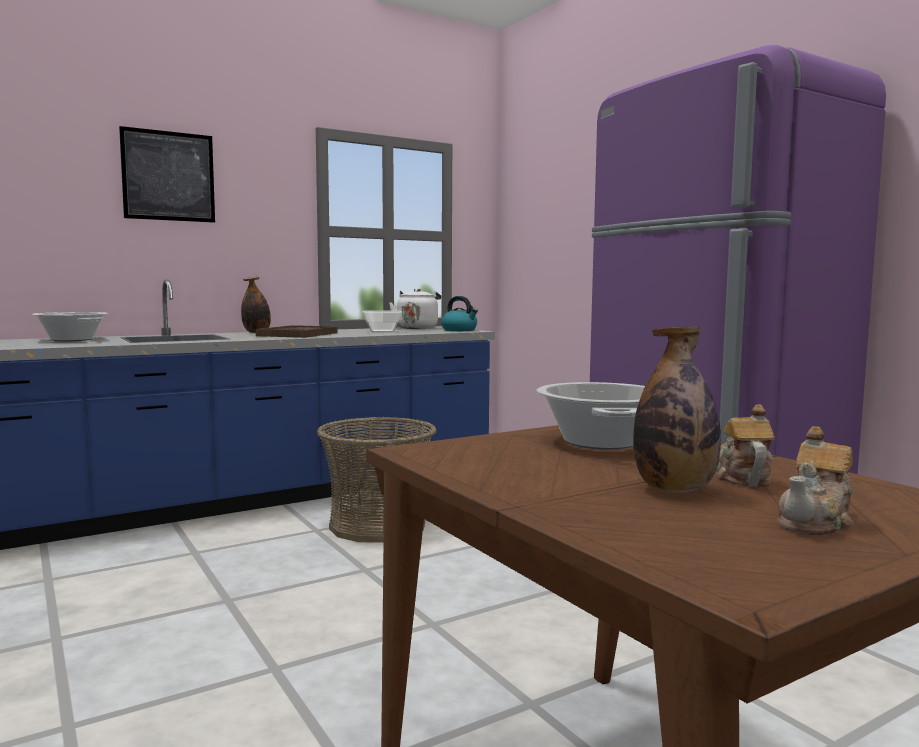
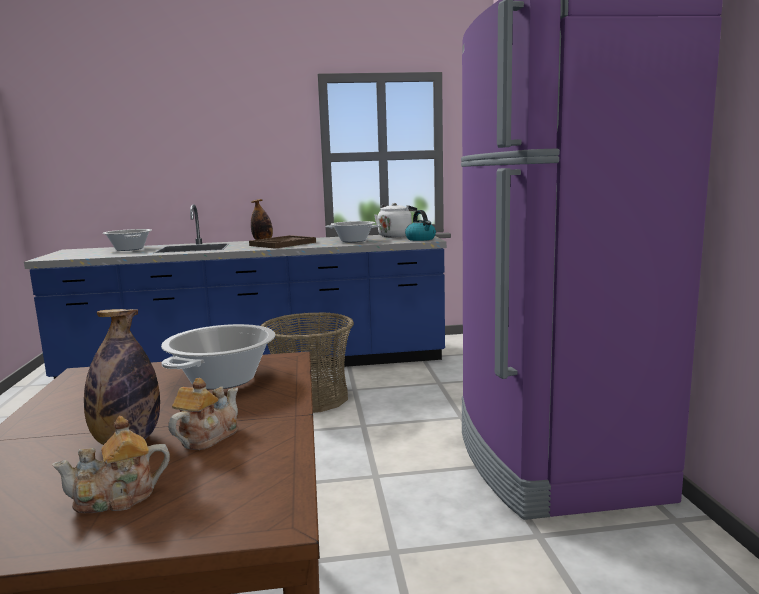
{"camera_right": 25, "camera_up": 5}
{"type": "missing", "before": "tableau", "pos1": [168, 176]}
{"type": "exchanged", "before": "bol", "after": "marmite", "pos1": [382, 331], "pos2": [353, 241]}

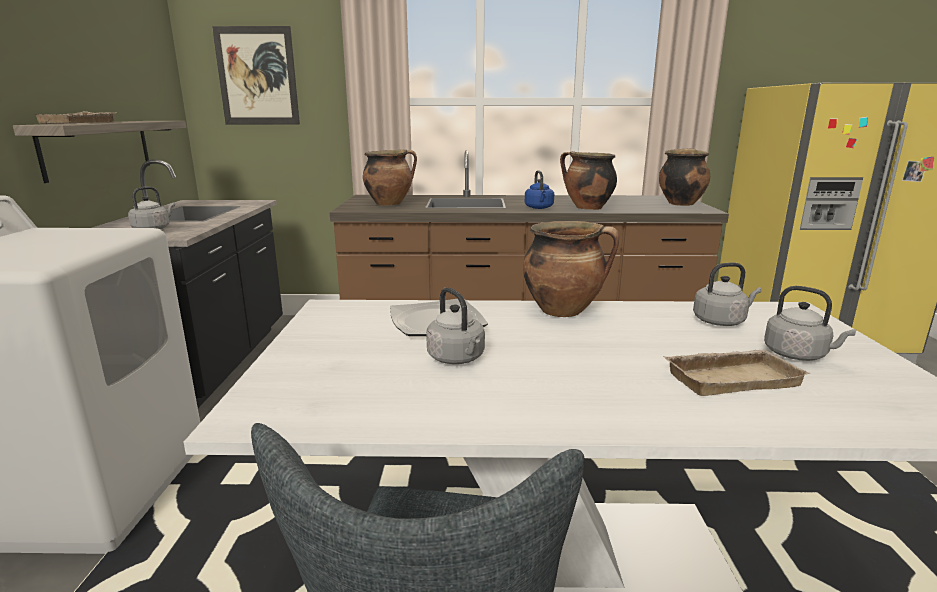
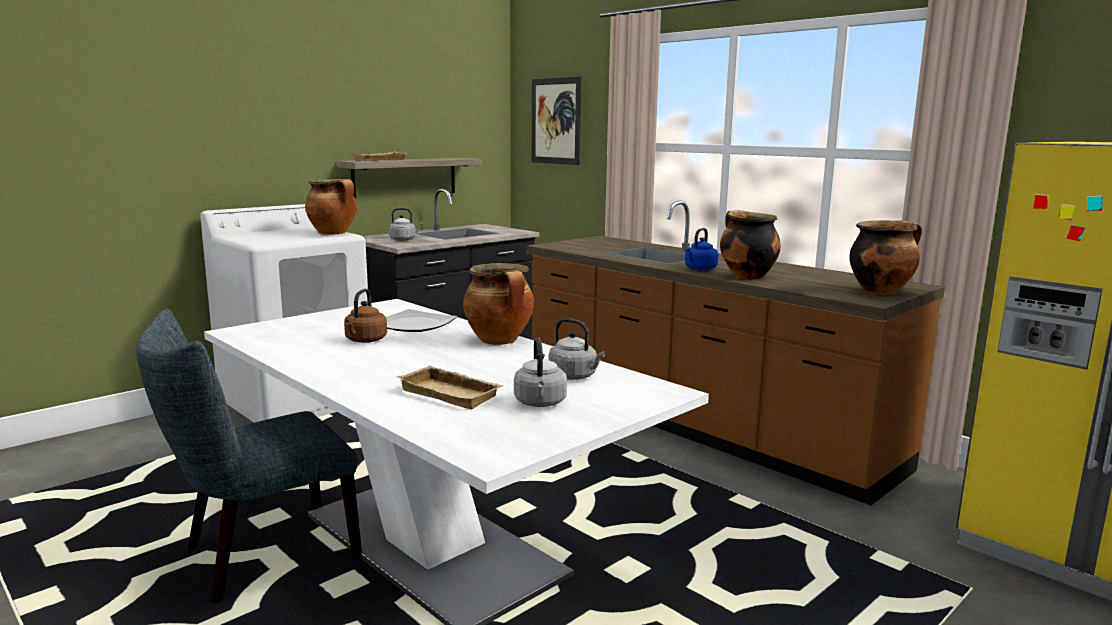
{"camera_right": 45, "camera_up": -5}
{"type": "relocated", "before": "marmite", "pos1": [390, 204], "pos2": [334, 233]}
{"type": "colour", "before": "bouilloire [gris]", "after": "bouilloire [marron]", "pos1": [457, 358], "pos2": [365, 340]}

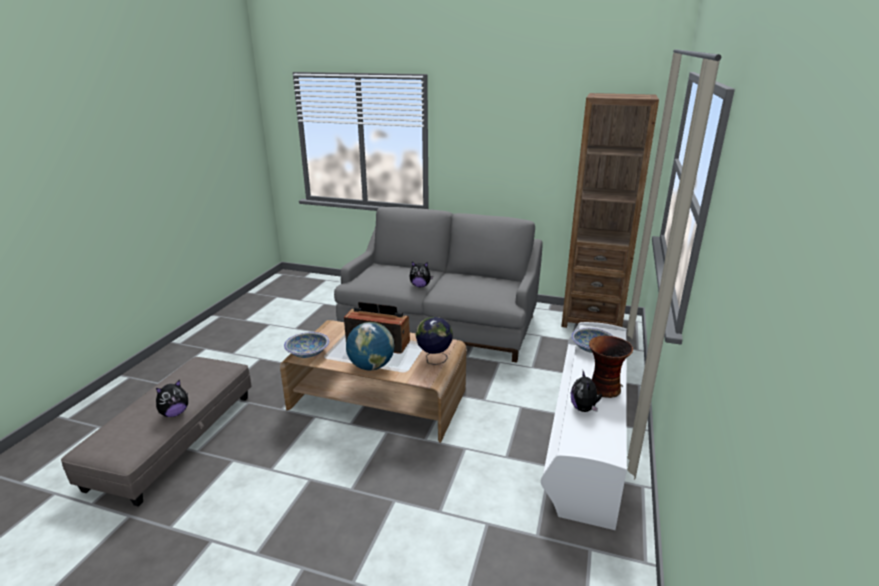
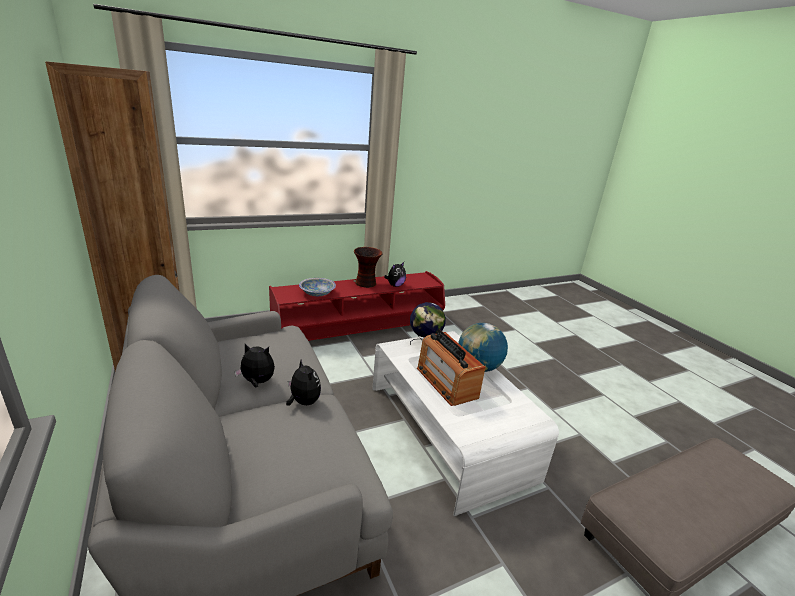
{"camera_right": -135, "camera_up": 0}
{"type": "relocated", "before": "peluche", "pos1": [175, 413], "pos2": [257, 382]}
{"type": "colour", "before": "table basse [marron]", "after": "table basse [blanc]", "pos1": [378, 399], "pos2": [448, 430]}
{"type": "missing", "before": "bol", "pos1": [308, 353]}
{"type": "colour", "before": "meuble télé [blanc]", "after": "meuble télé [rouge]", "pos1": [585, 433], "pos2": [360, 328]}

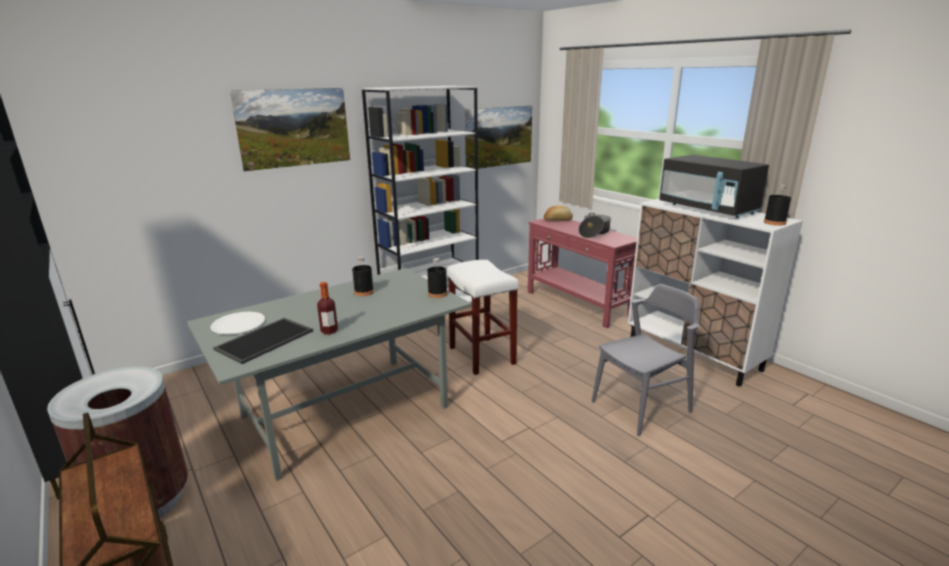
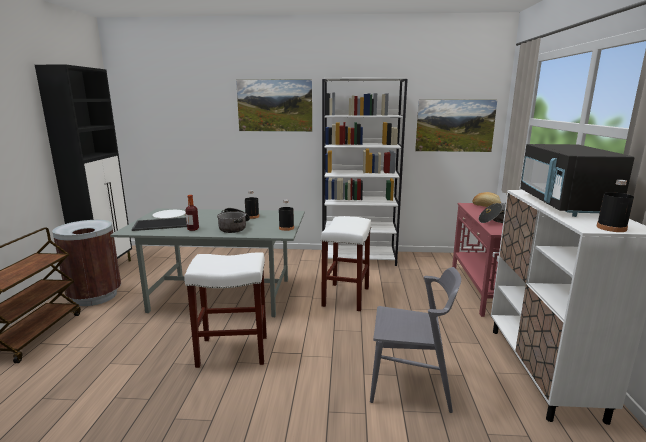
{"camera_right": 40, "camera_up": -5}
{"type": "appeared", "after": "tabouret [blanc]", "pos2": [232, 351]}
{"type": "appeared", "after": "marmite", "pos2": [234, 227]}

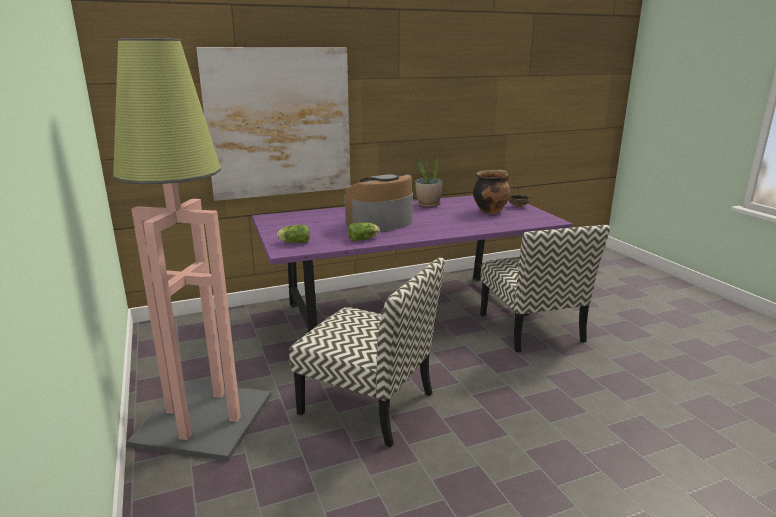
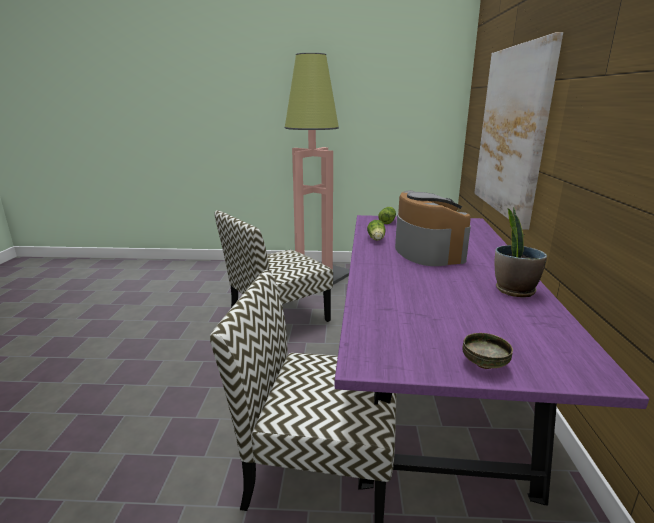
{"camera_right": 115, "camera_up": 0}
{"type": "missing", "before": "marmite", "pos1": [490, 211]}

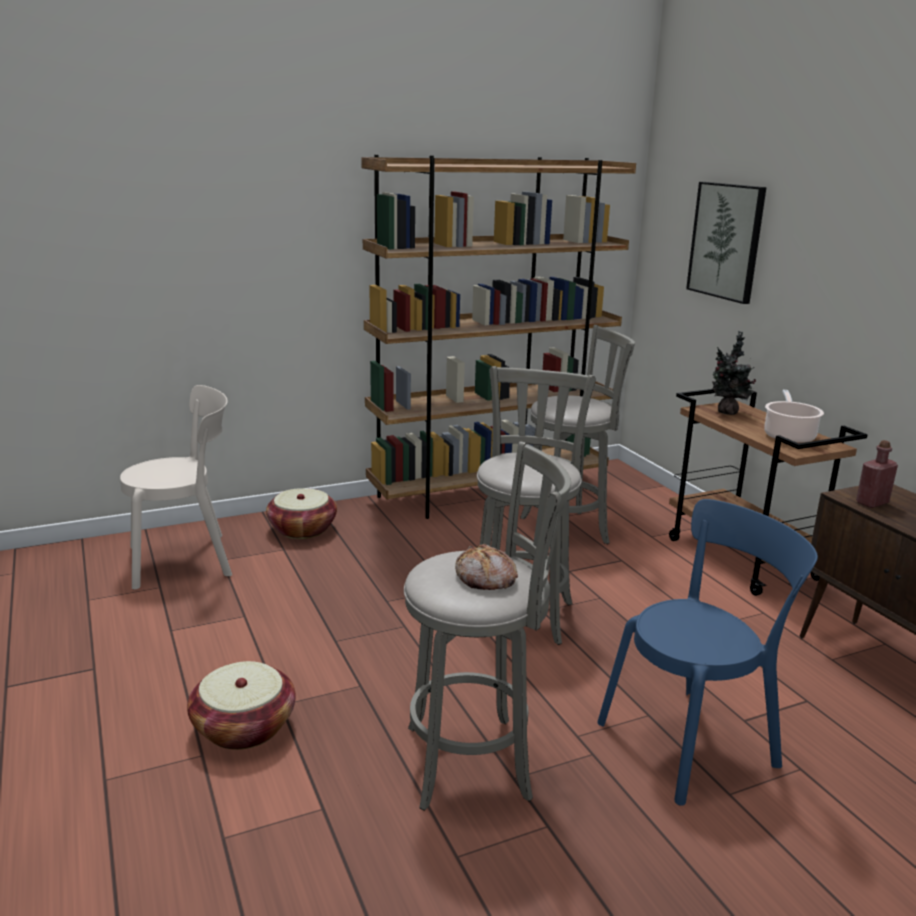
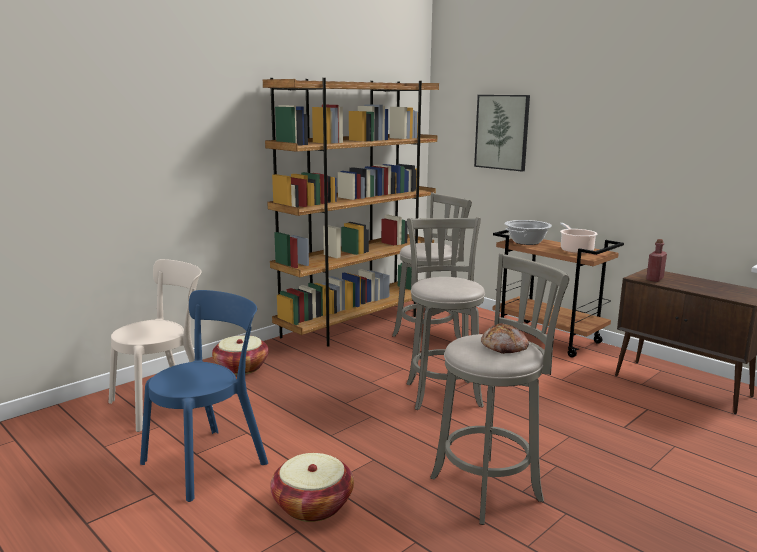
{"camera_right": -20, "camera_up": -5}
{"type": "relocated", "before": "chaise [bleu]", "pos1": [693, 741], "pos2": [209, 460]}
{"type": "exchanged", "before": "plante en pot", "after": "marmite", "pos1": [727, 412], "pos2": [526, 242]}

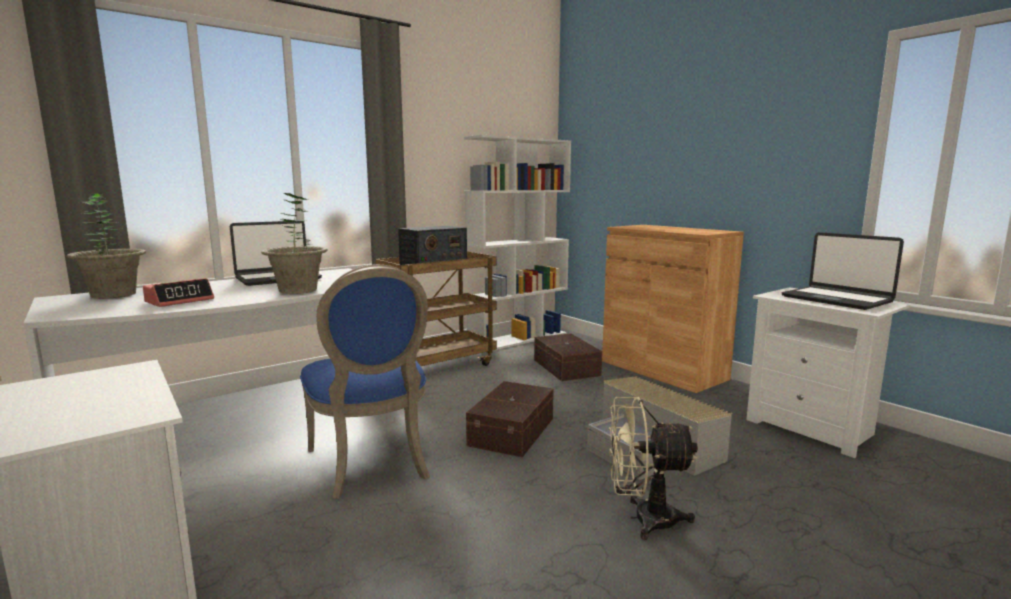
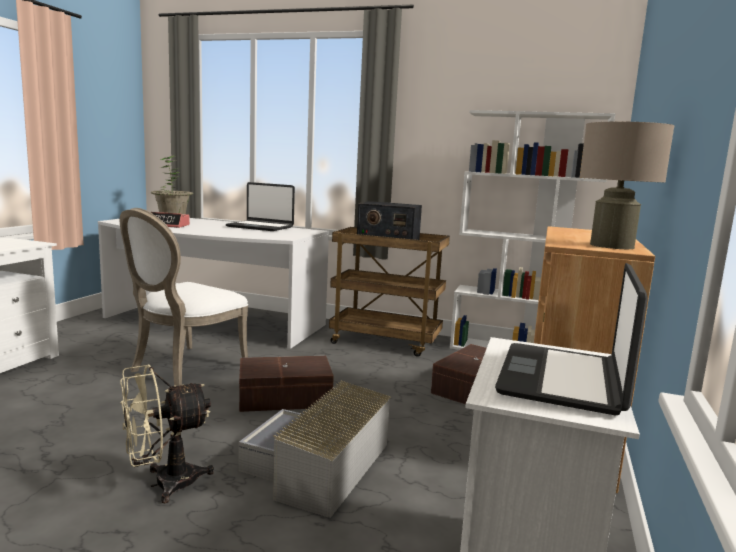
{"camera_right": 55, "camera_up": 0}
{"type": "missing", "before": "plante en pot", "pos1": [298, 290]}
{"type": "colour", "before": "chaise [bleu]", "after": "chaise [blanc]", "pos1": [373, 464], "pos2": [184, 368]}
{"type": "spun", "before": "ventilateur [beige]", "pos1": [643, 519], "pos2": [164, 484], "turn": -90}
{"type": "appeared", "after": "lampe de table [beige]", "pos2": [611, 245]}

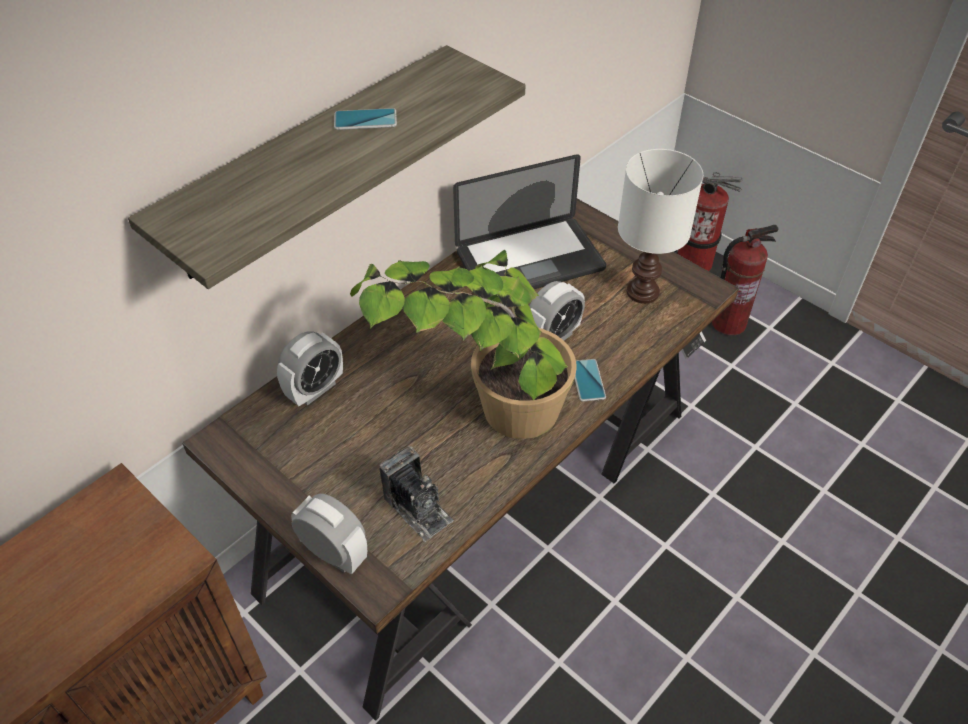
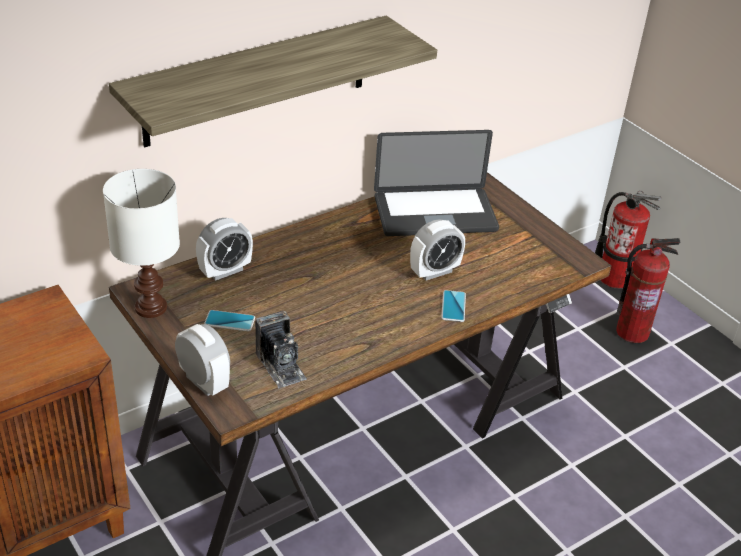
{"camera_right": 10, "camera_up": -10}
{"type": "relocated", "before": "téléphone", "pos1": [365, 120], "pos2": [229, 321]}
{"type": "missing", "before": "plante en pot", "pos1": [480, 406]}
{"type": "relocated", "before": "lampe de table [blanc]", "pos1": [644, 292], "pos2": [152, 307]}

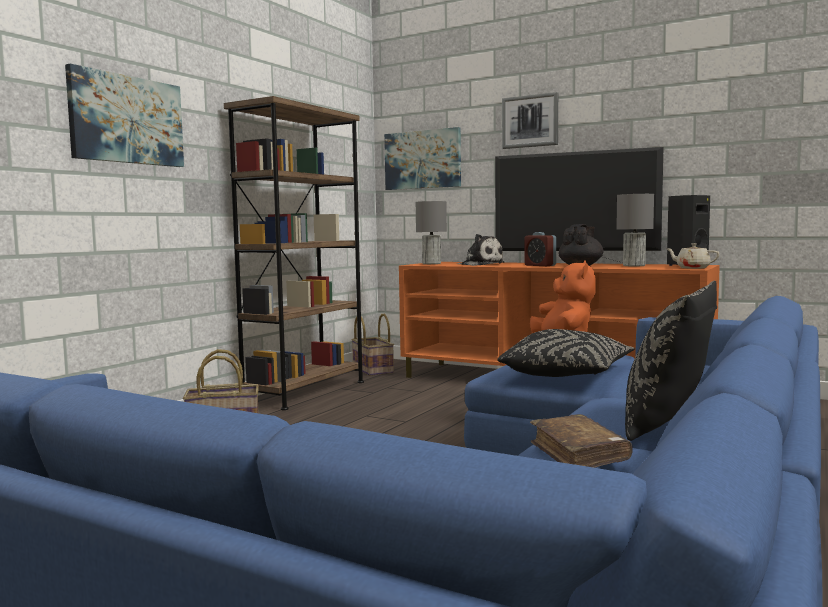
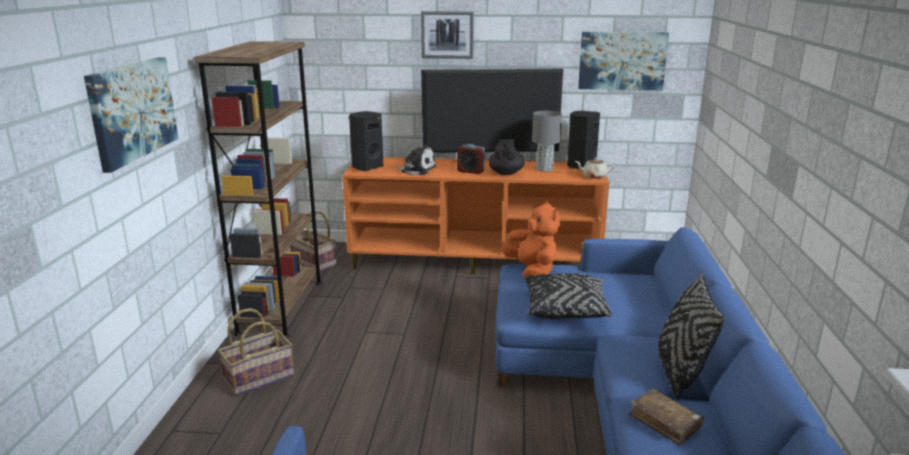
{"camera_right": -25, "camera_up": 15}
{"type": "relocated", "before": "tableau", "pos1": [423, 159], "pos2": [622, 60]}
{"type": "exchanged", "before": "lampe de table [gris]", "after": "enceinte [noir]", "pos1": [432, 263], "pos2": [367, 167]}

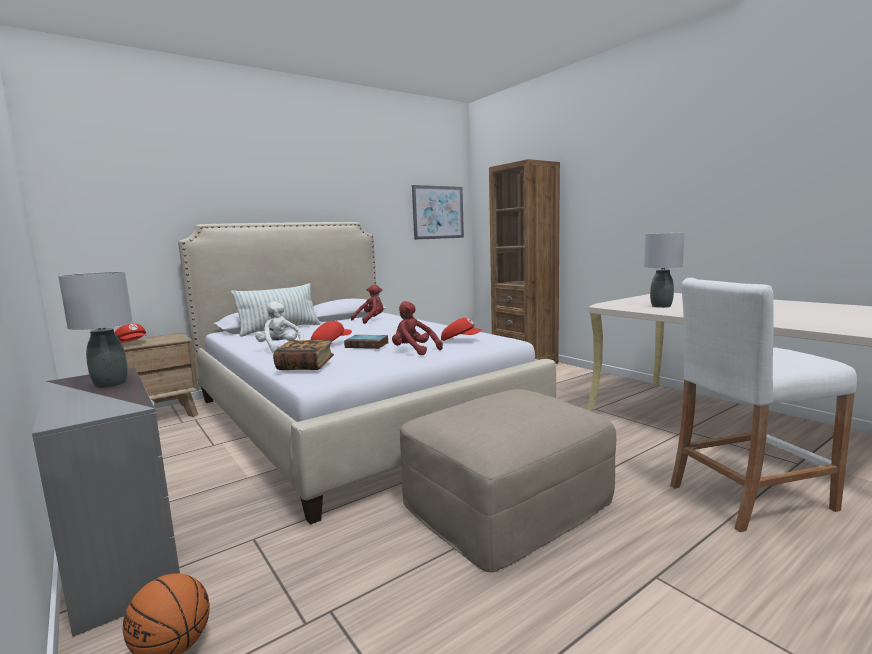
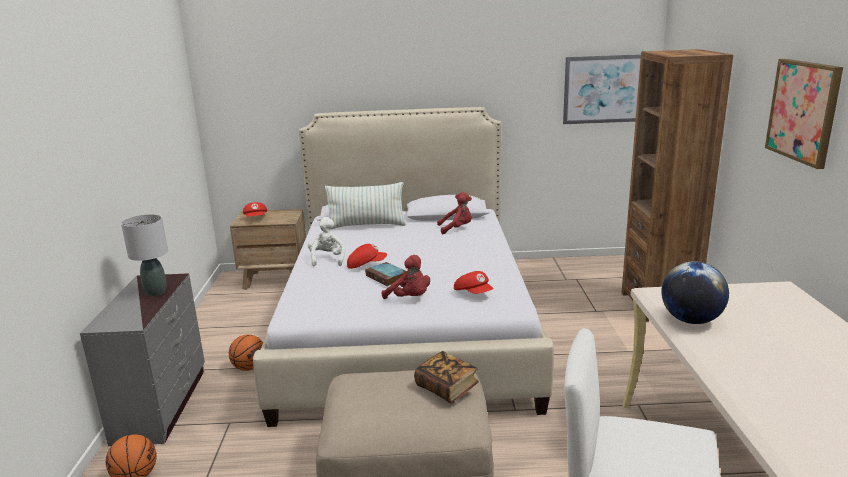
{"camera_right": 35, "camera_up": 10}
{"type": "relocated", "before": "livre", "pos1": [305, 366], "pos2": [446, 388]}
{"type": "spun", "before": "peluche [rouge]", "pos1": [414, 351], "pos2": [410, 298], "turn": 150}
{"type": "exchanged", "before": "lampe de table [gris]", "after": "globe", "pos1": [661, 306], "pos2": [691, 320]}
{"type": "appeared", "after": "ballon de basket", "pos2": [249, 367]}
{"type": "appeared", "after": "tableau", "pos2": [803, 111]}

